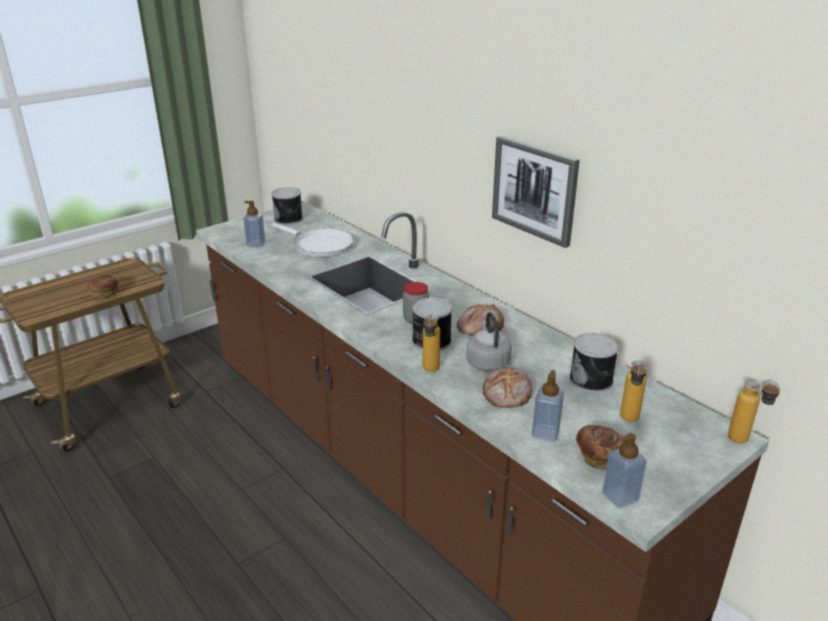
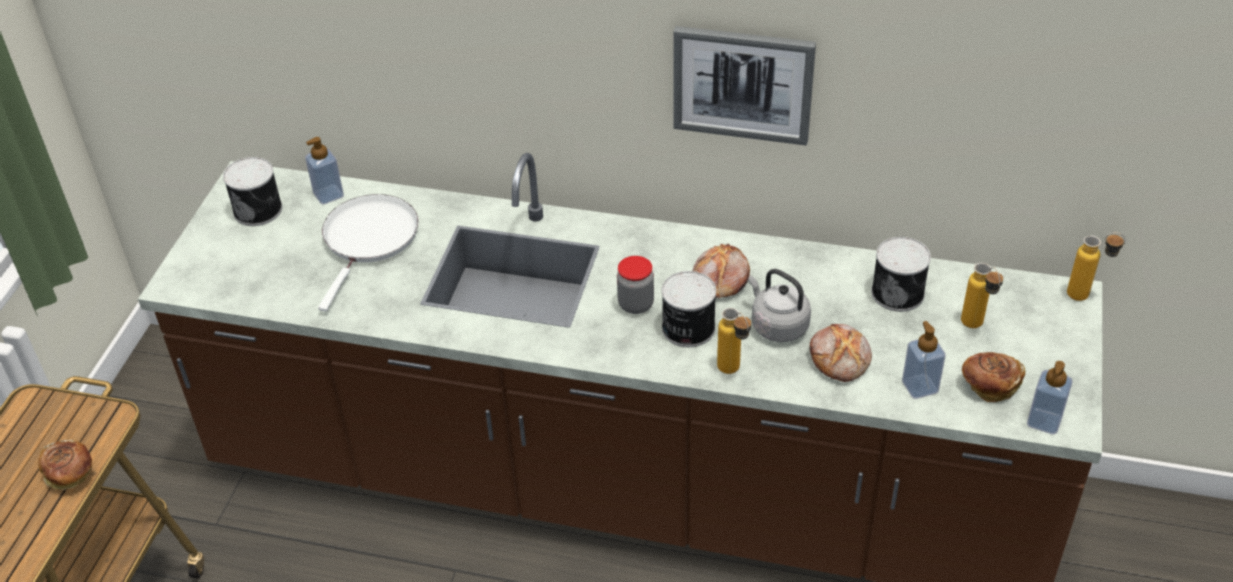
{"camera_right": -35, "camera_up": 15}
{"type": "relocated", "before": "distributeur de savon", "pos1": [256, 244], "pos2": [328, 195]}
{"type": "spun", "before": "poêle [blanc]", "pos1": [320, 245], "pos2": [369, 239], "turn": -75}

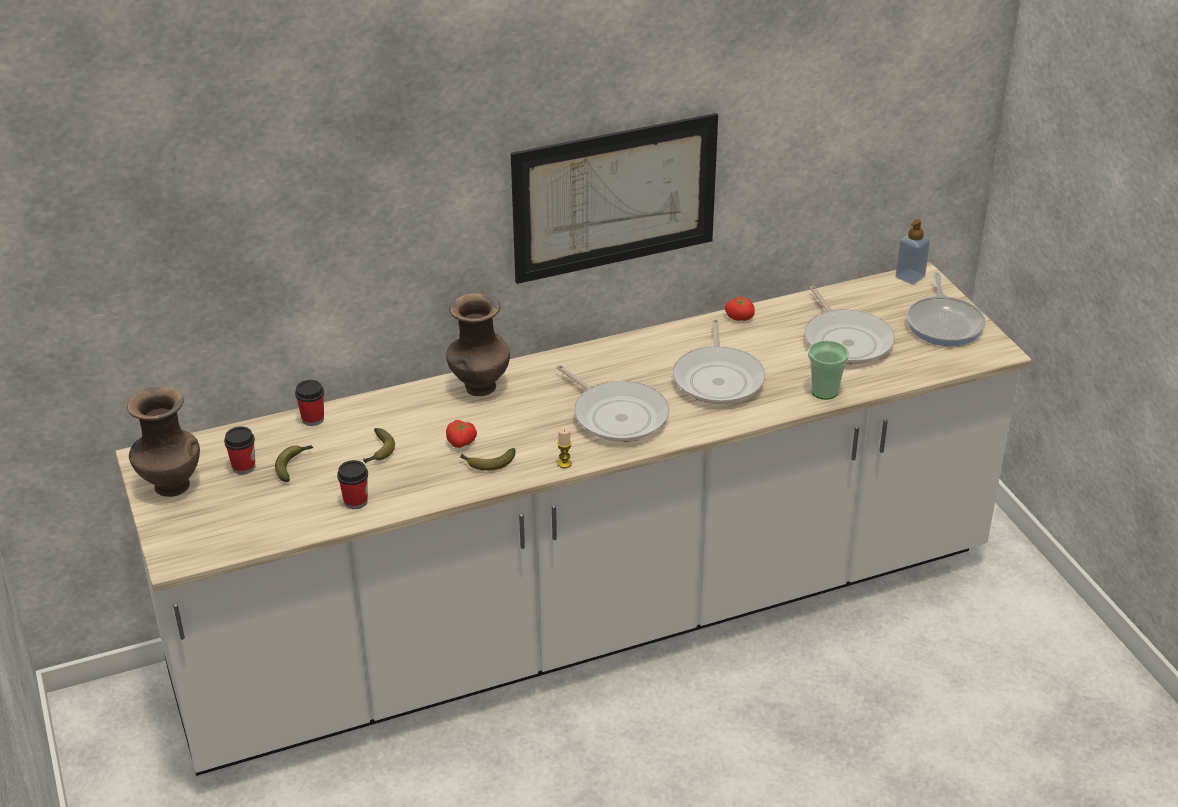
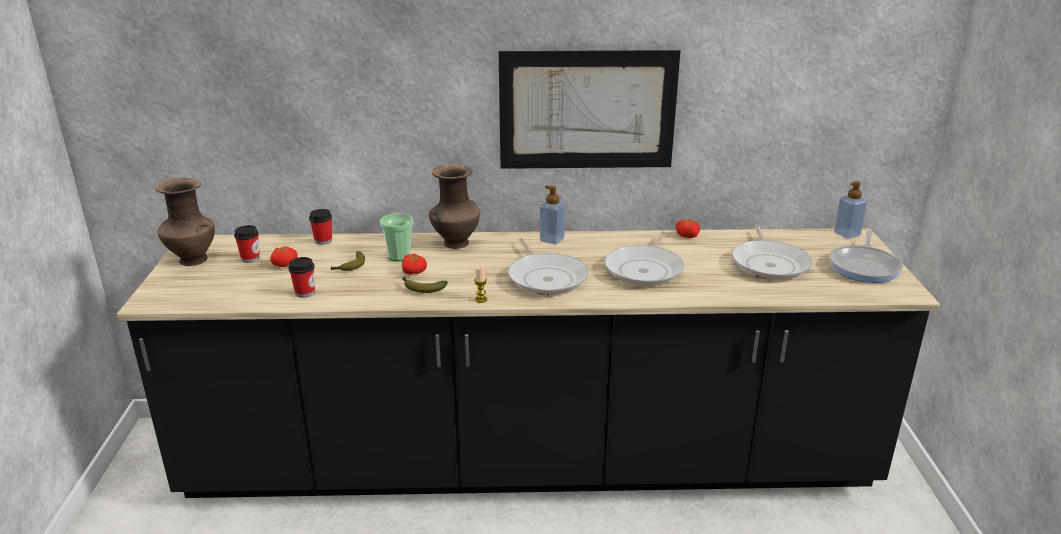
{"camera_right": 20, "camera_up": -10}
{"type": "colour", "before": "comptoir de cuisine [blanc]", "after": "comptoir de cuisine [noir]", "pos1": [590, 619], "pos2": [530, 462]}
{"type": "exchanged", "before": "banane", "after": "tomate", "pos1": [293, 465], "pos2": [284, 264]}
{"type": "relocated", "before": "tasse", "pos1": [824, 391], "pos2": [399, 256]}
{"type": "appeared", "after": "distributeur de savon", "pos2": [552, 239]}

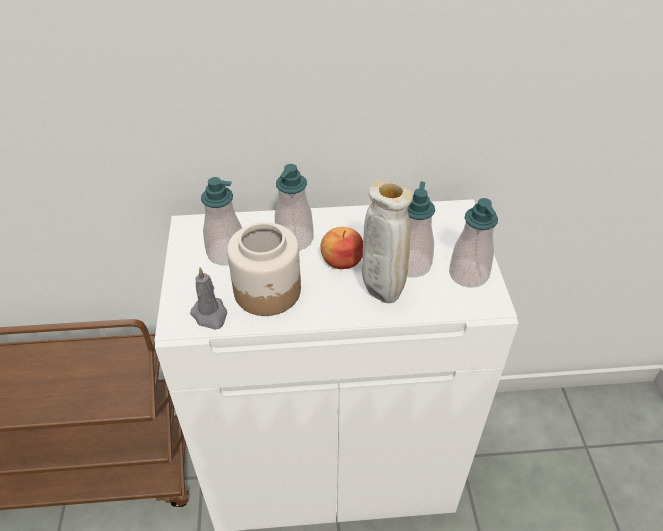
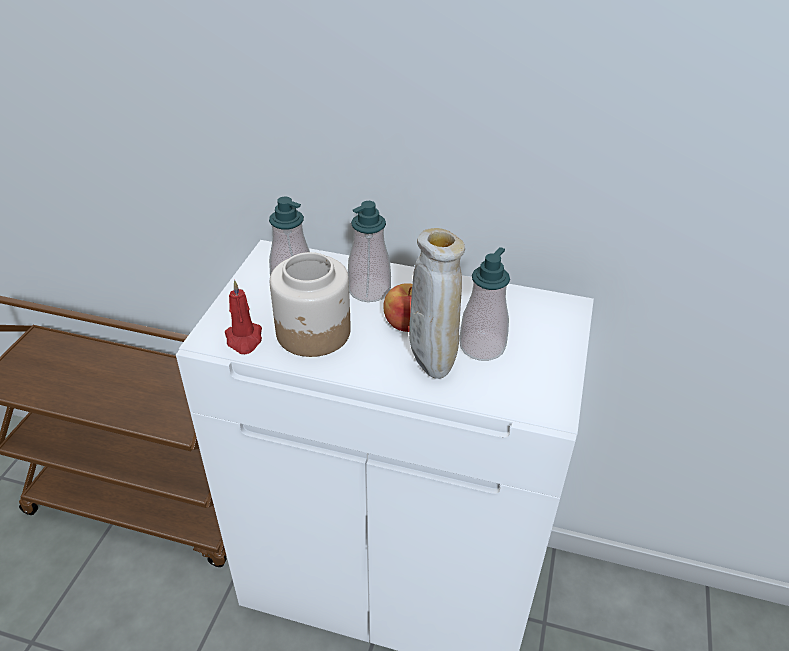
{"camera_right": 20, "camera_up": -5}
{"type": "colour", "before": "bougie [gris]", "after": "bougie [rouge]", "pos1": [210, 315], "pos2": [244, 339]}
{"type": "missing", "before": "distributeur de savon", "pos1": [468, 274]}

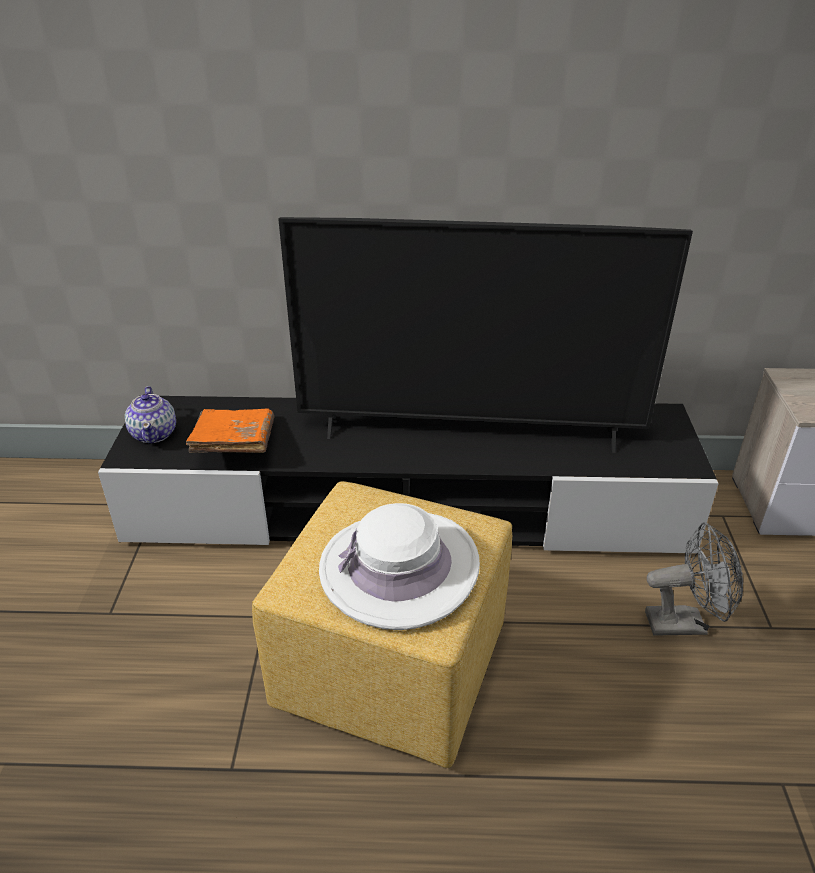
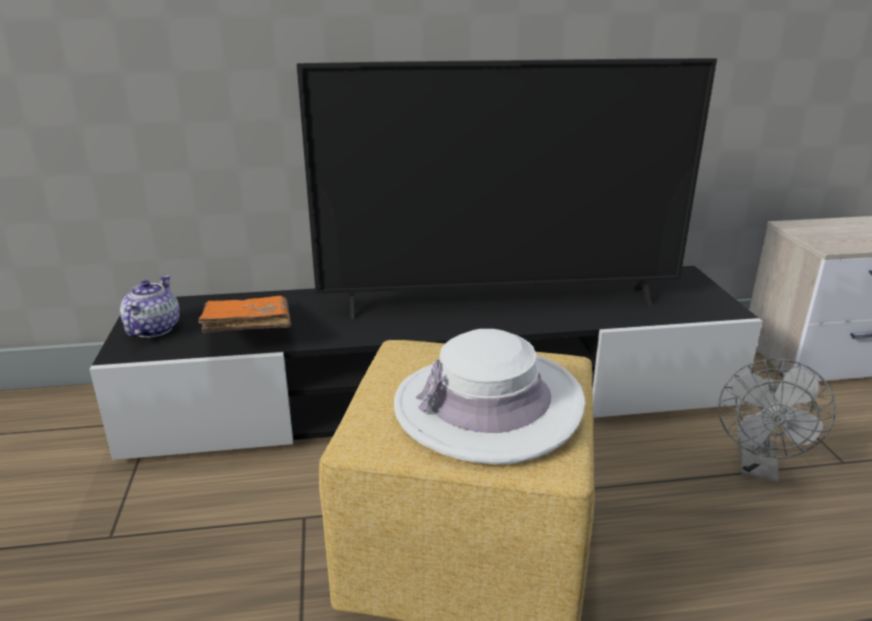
{"camera_right": -10, "camera_up": -10}
{"type": "spun", "before": "théière", "pos1": [154, 433], "pos2": [153, 329], "turn": -150}
{"type": "spun", "before": "ventilateur [gris]", "pos1": [684, 622], "pos2": [758, 468], "turn": 120}

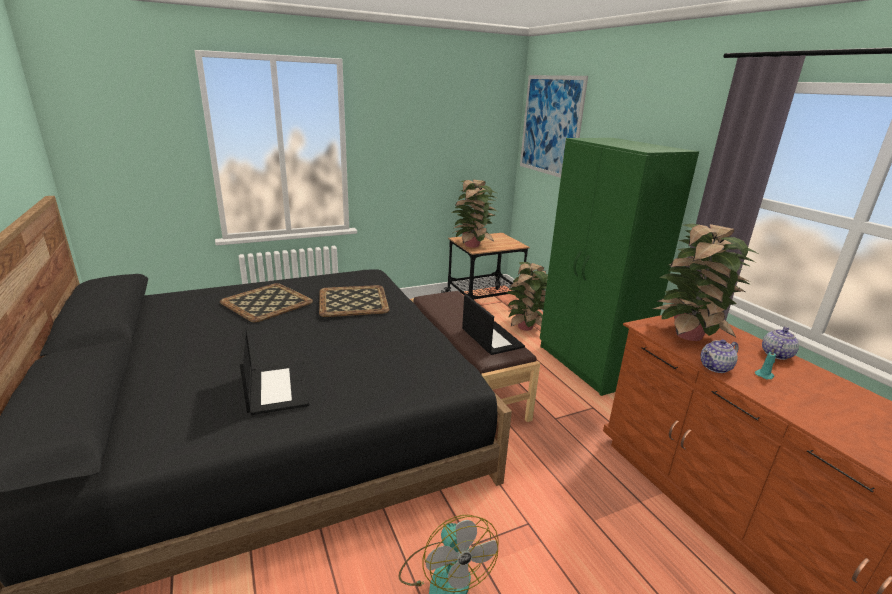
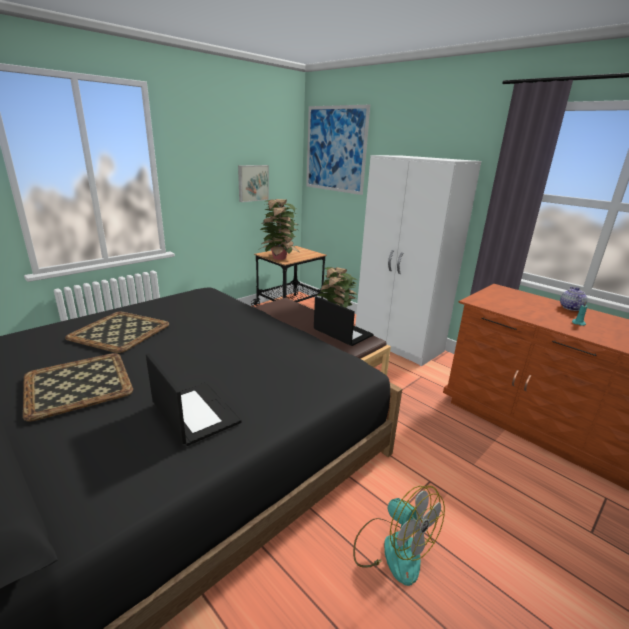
{"camera_right": -20, "camera_up": 0}
{"type": "relocated", "before": "plateau", "pos1": [354, 301], "pos2": [79, 384]}
{"type": "colour", "before": "armoire [vert]", "after": "armoire [blanc]", "pos1": [588, 365], "pos2": [398, 344]}
{"type": "missing", "before": "plante en pot", "pos1": [689, 334]}
{"type": "missing", "before": "théière", "pos1": [716, 367]}
{"type": "appeared", "after": "tableau", "pos2": [252, 183]}

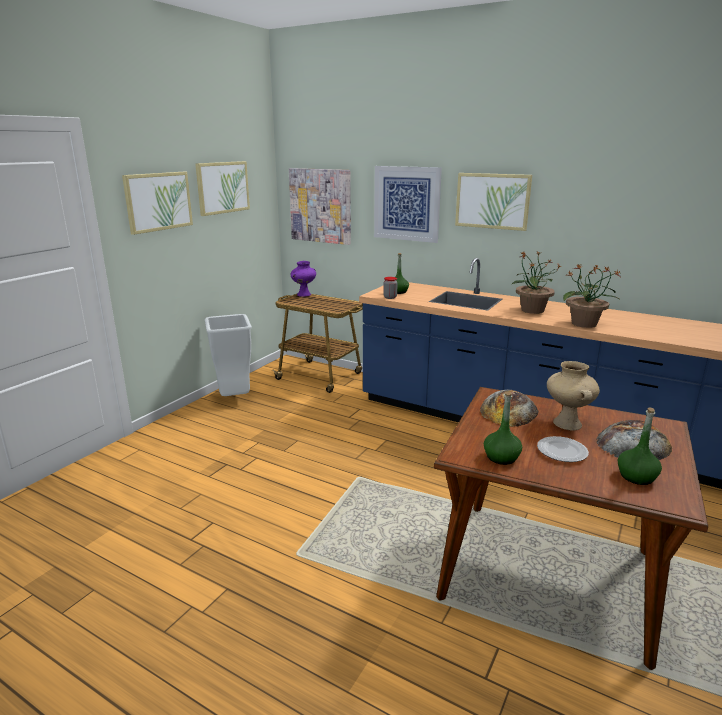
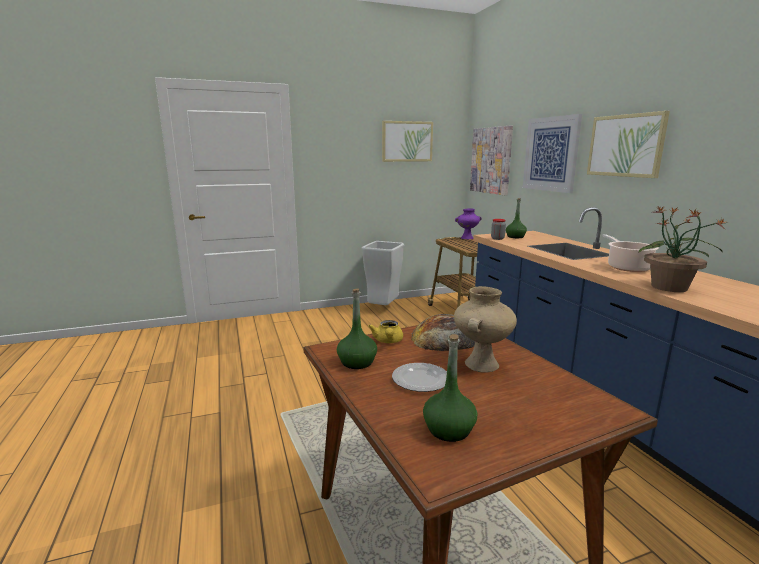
{"camera_right": 40, "camera_up": -5}
{"type": "missing", "before": "tableau", "pos1": [158, 201]}
{"type": "exchanged", "before": "plante en pot", "after": "marmite", "pos1": [531, 310], "pos2": [627, 267]}
{"type": "missing", "before": "pain", "pos1": [633, 444]}
{"type": "appeared", "after": "théière [jaune]", "pos2": [388, 341]}

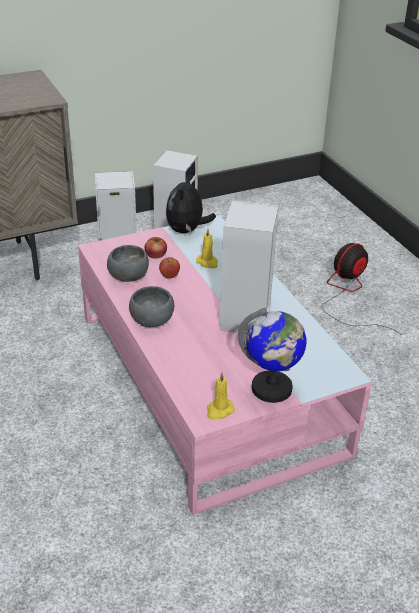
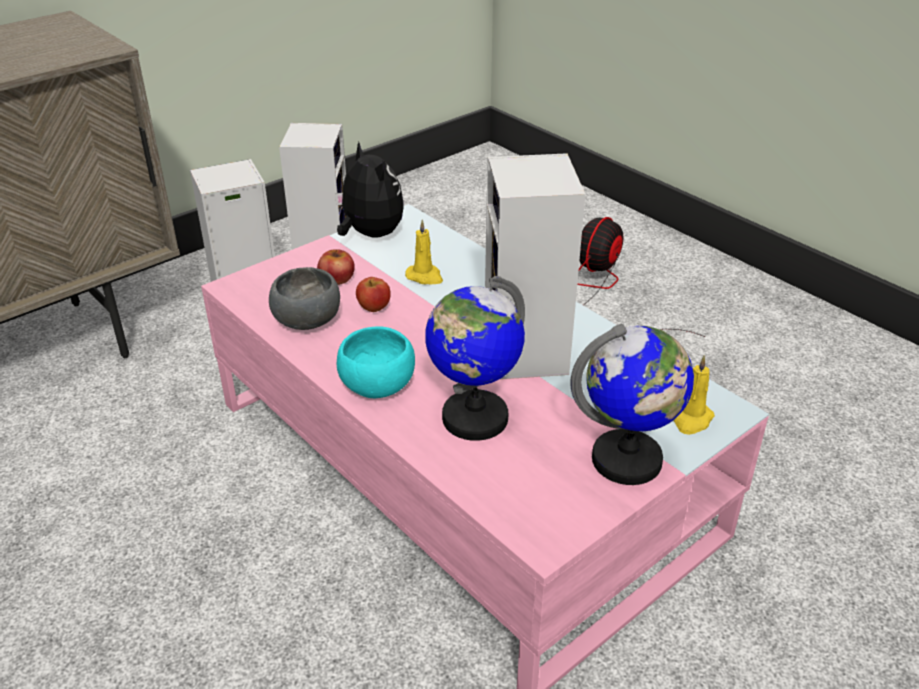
{"camera_right": -15, "camera_up": 0}
{"type": "colour", "before": "bol [gris]", "after": "bol [turquoise]", "pos1": [152, 320], "pos2": [377, 384]}
{"type": "spun", "before": "peluche", "pos1": [187, 230], "pos2": [370, 234], "turn": 150}
{"type": "relocated", "before": "bougie [jaune]", "pos1": [219, 410], "pos2": [691, 419]}
{"type": "appeared", "after": "globe", "pos2": [474, 418]}

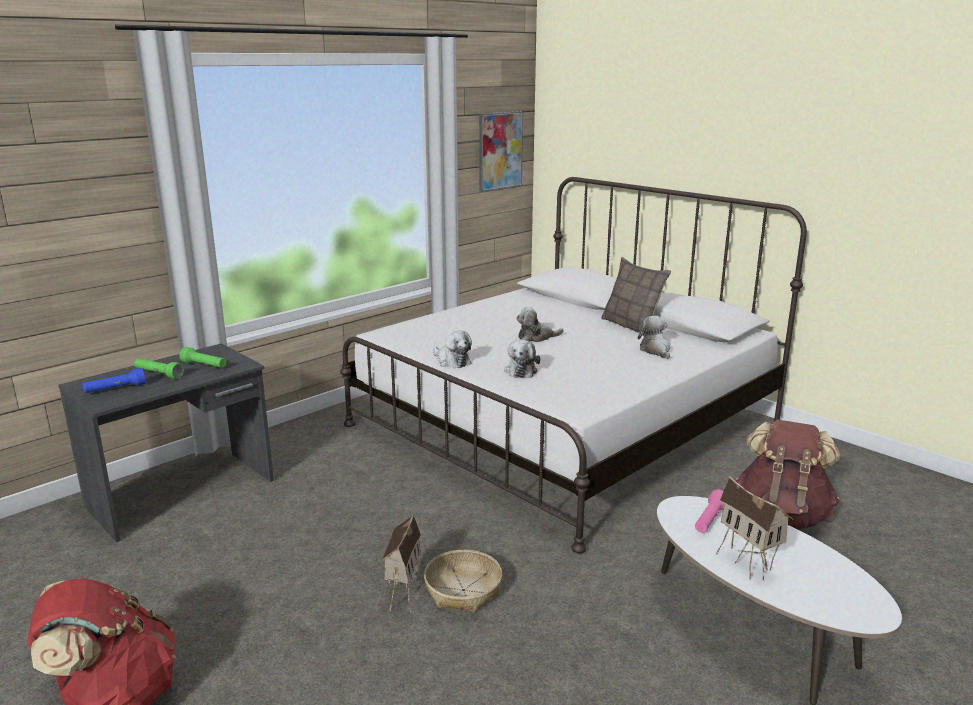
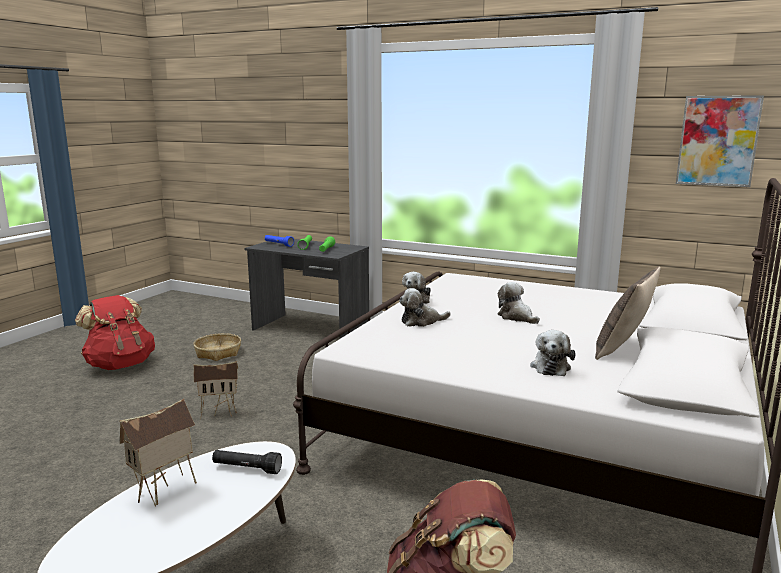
{"camera_right": 70, "camera_up": -5}
{"type": "relocated", "before": "panier", "pos1": [463, 590], "pos2": [218, 353]}
{"type": "spun", "before": "peluche", "pos1": [655, 350], "pos2": [550, 366], "turn": 135}
{"type": "colour", "before": "lampe de poche [rose]", "after": "lampe de poche [noir]", "pos1": [709, 520], "pos2": [247, 469]}

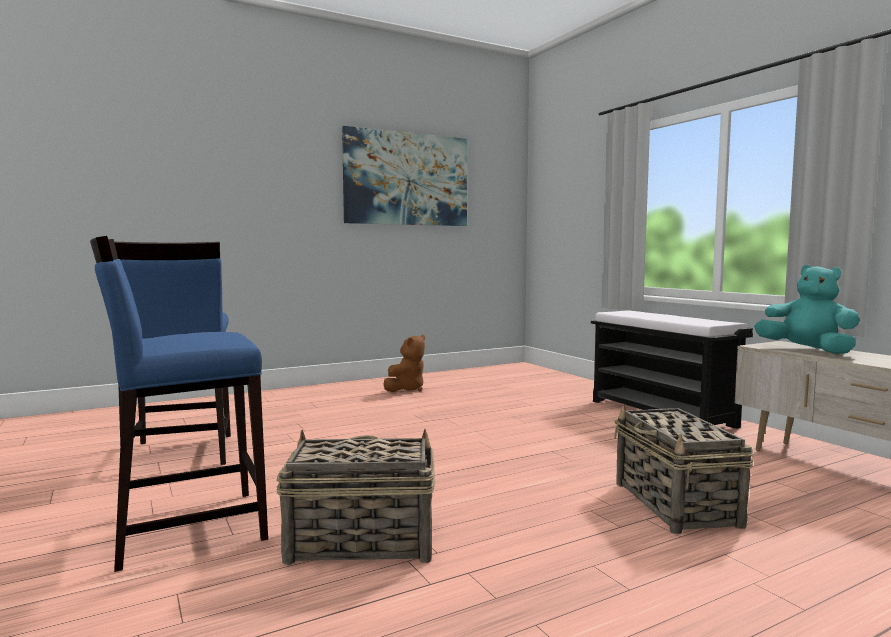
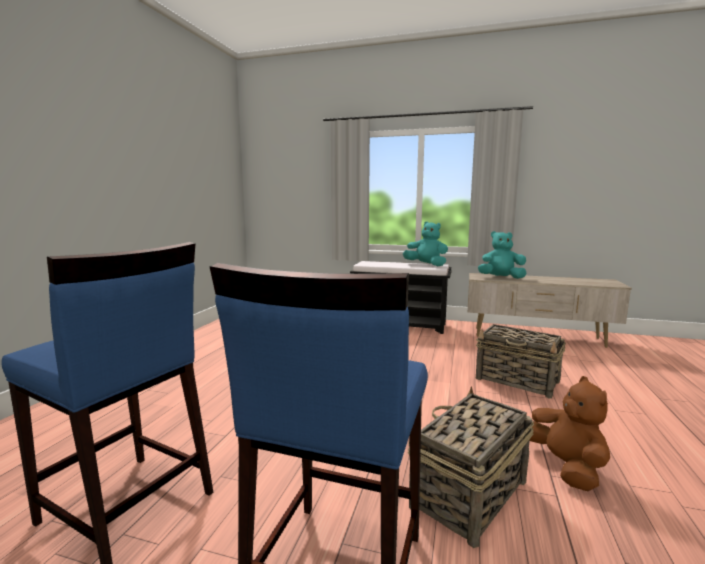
{"camera_right": -45, "camera_up": 5}
{"type": "missing", "before": "tableau", "pos1": [407, 179]}
{"type": "relocated", "before": "peluche [marron]", "pos1": [406, 389], "pos2": [565, 466]}
{"type": "appeared", "after": "peluche [turquoise]", "pos2": [426, 265]}

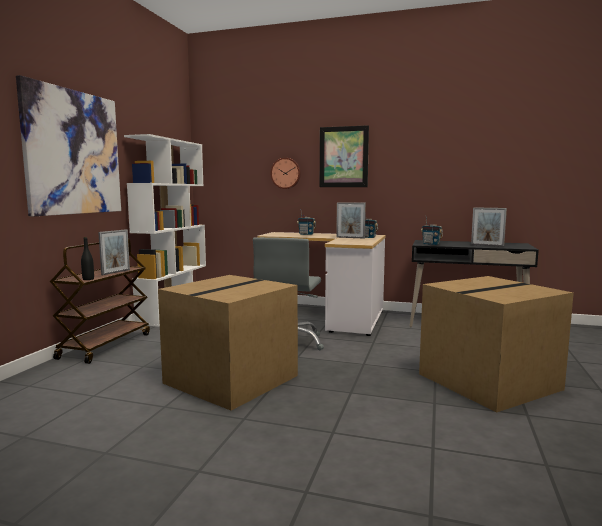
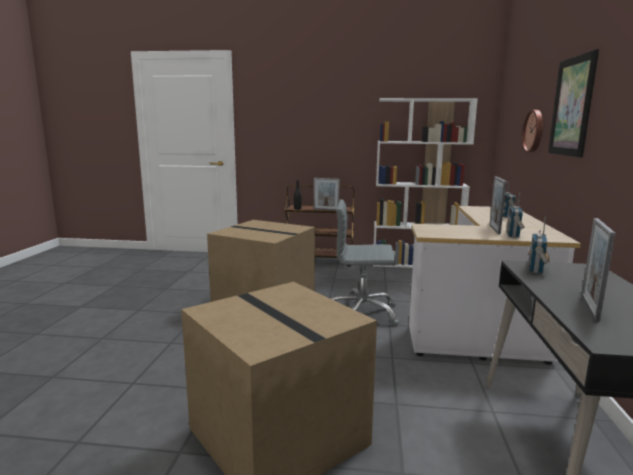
{"camera_right": 80, "camera_up": 5}
{"type": "missing", "before": "tableau", "pos1": [73, 153]}

